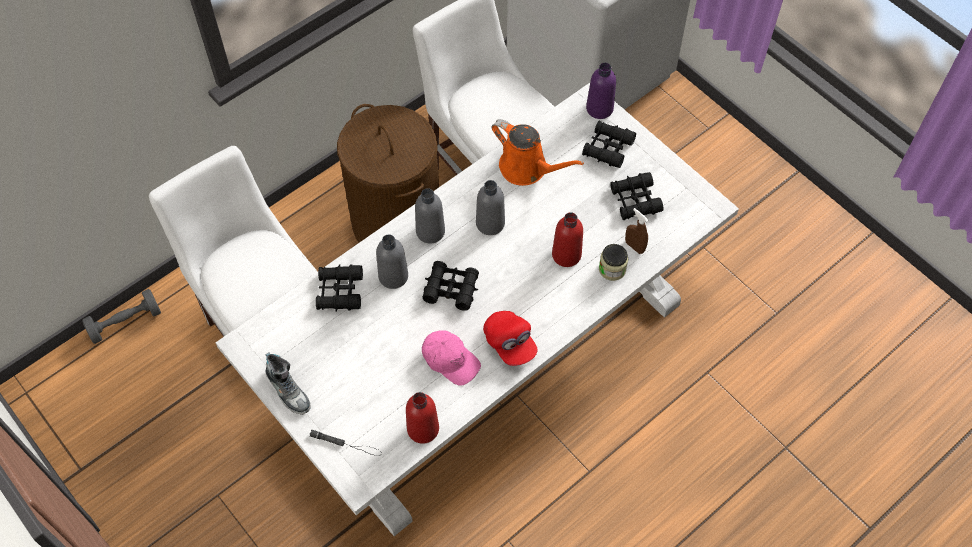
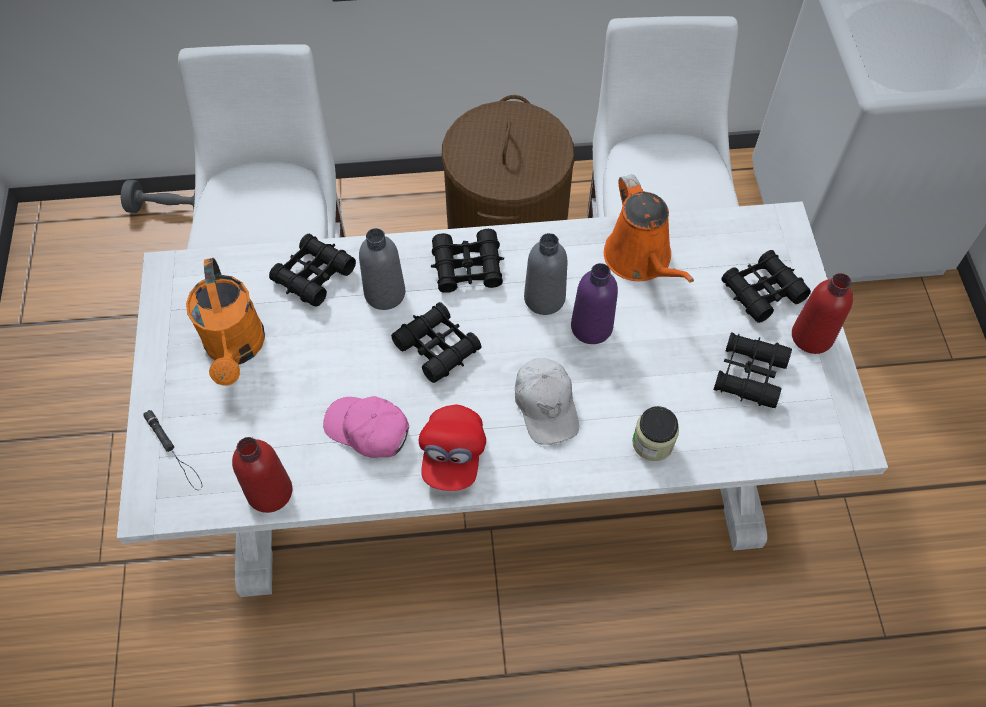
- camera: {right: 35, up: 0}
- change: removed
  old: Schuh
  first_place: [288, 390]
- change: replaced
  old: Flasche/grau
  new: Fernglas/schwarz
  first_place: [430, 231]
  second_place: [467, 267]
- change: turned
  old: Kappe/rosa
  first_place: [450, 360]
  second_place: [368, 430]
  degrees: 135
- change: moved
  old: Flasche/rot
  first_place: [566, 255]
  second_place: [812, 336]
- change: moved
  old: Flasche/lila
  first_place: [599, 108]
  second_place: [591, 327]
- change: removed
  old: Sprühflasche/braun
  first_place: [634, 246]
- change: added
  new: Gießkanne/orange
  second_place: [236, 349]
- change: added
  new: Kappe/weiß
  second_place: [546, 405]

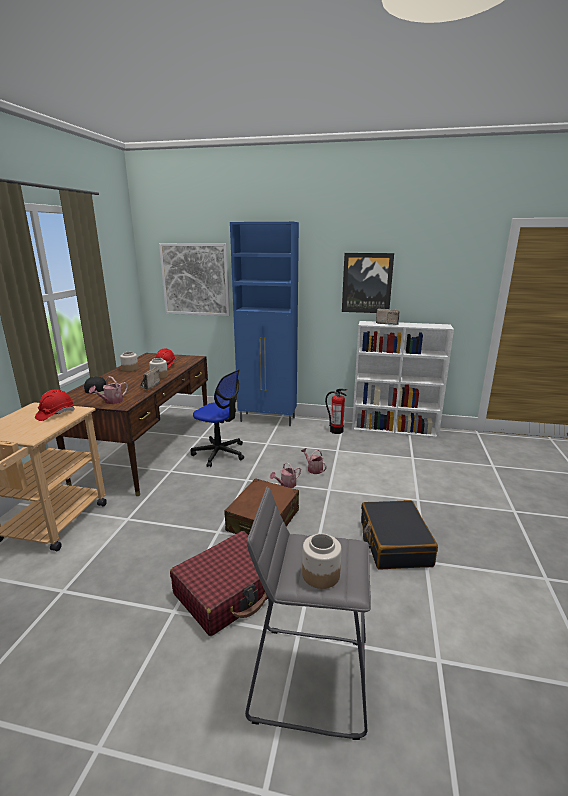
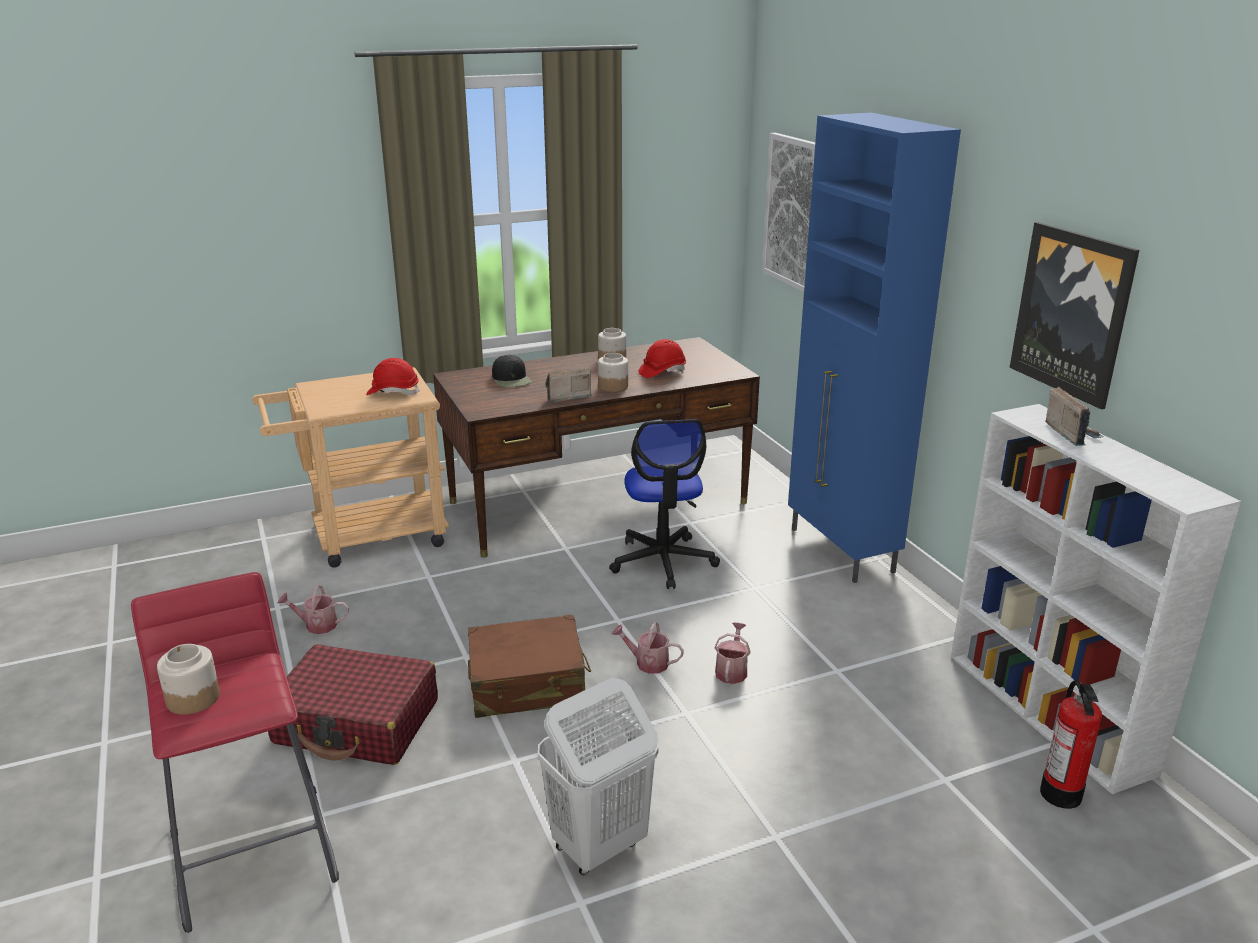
- camera: {right: 55, up: 5}
- change: moved
  old: Gießkanne
  first_place: [111, 401]
  second_place: [316, 625]
- change: recoloured
  old: Hocker/grau
  new: Hocker/rot
  first_place: [308, 677]
  second_place: [255, 852]
- change: moved
  old: Feuerlöscher
  first_place: [336, 431]
  second_place: [1061, 794]
- change: replaced
  old: Koffer/schwarz
  new: Wäschekorb/weiß
  first_place: [394, 543]
  second_place: [598, 846]

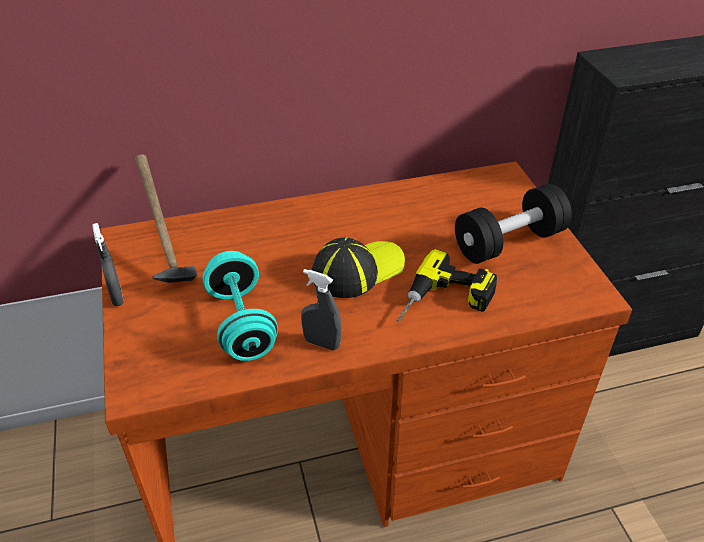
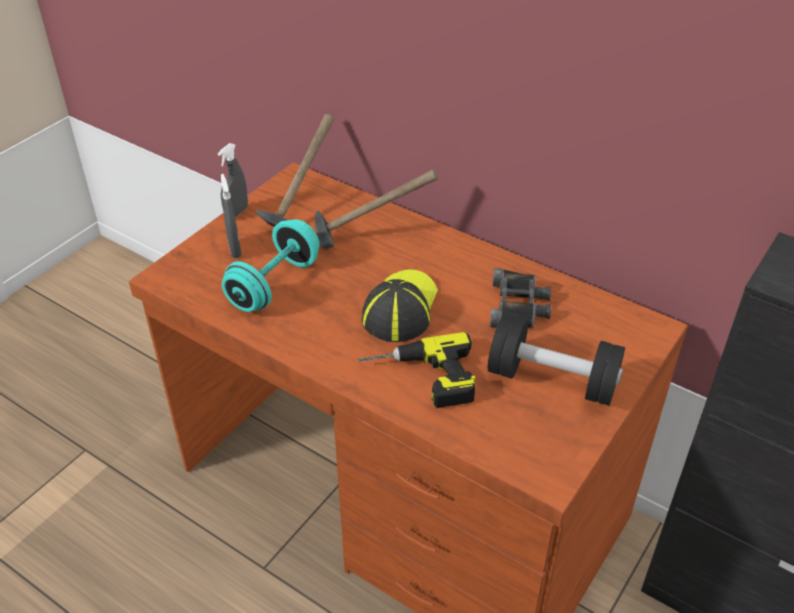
- camera: {right: 50, up: 0}
- change: moved
  old: Sprühflasche/grau
  first_place: [322, 343]
  second_place: [234, 249]
- change: turned
  old: Kappe
  first_place: [357, 270]
  second_place: [400, 308]
  degrees: -90
- change: added
  new: Hammer
  second_place: [369, 237]
- change: added
  new: Fernglas/schwarz
  second_place: [518, 306]

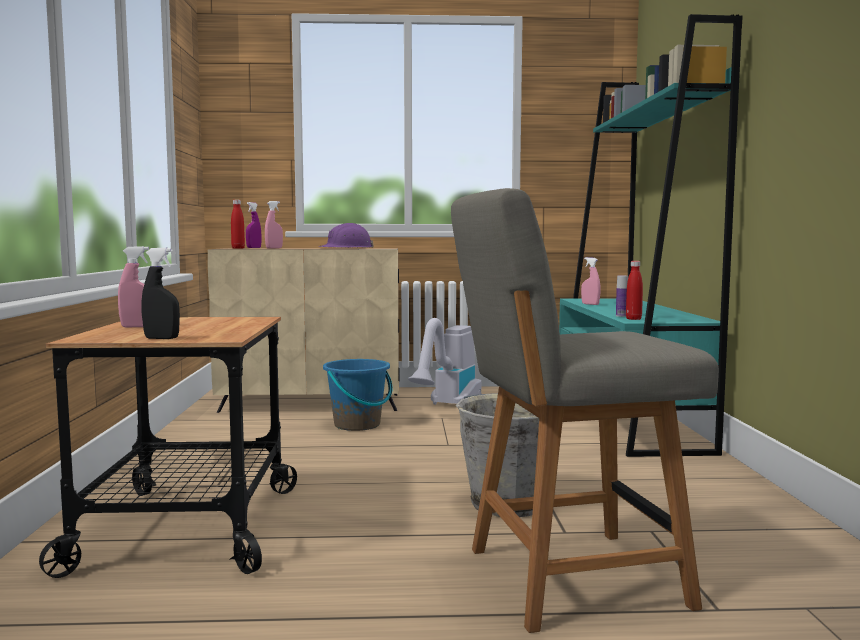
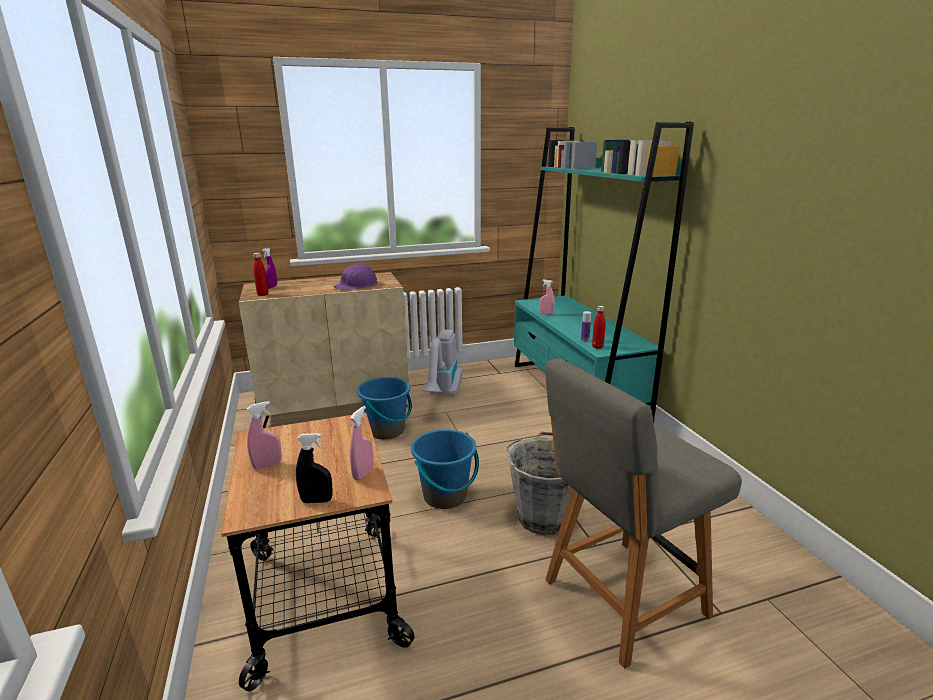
- camera: {right: -15, up: 15}
- change: moved
  old: Sprühflasche/rosa
  first_place: [274, 248]
  second_place: [363, 473]
- change: added
  new: Eimer/blau
  second_place: [445, 496]

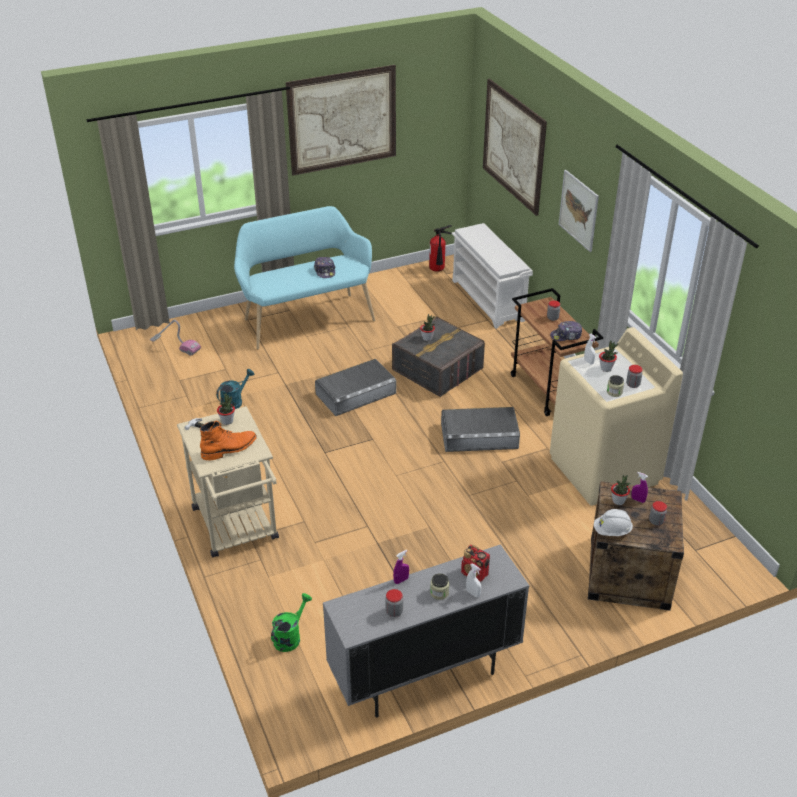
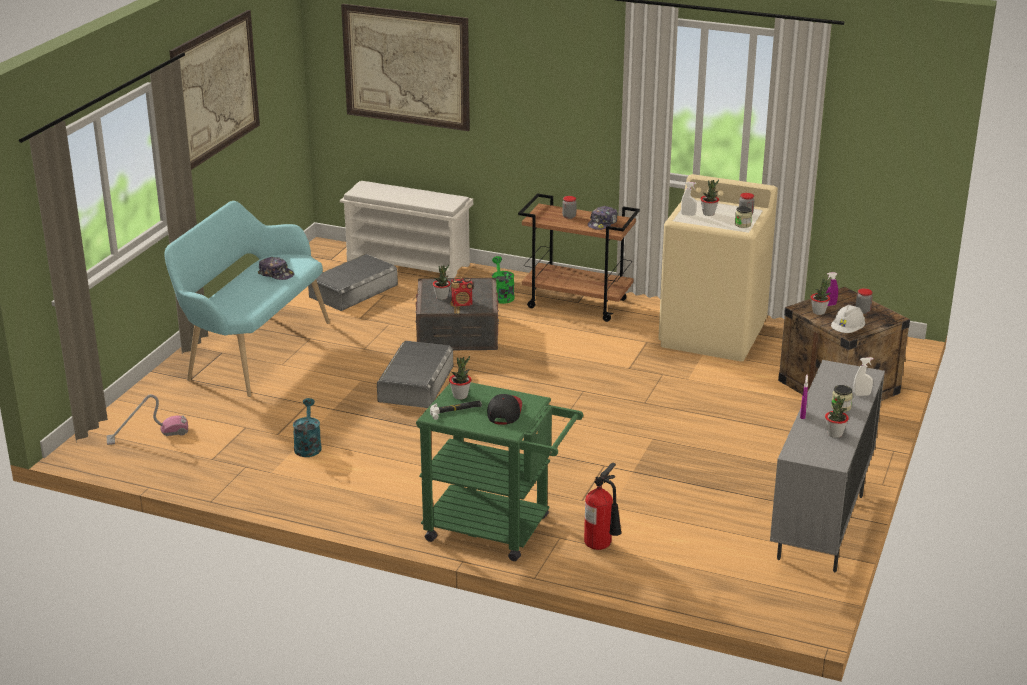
- camera: {right: -45, up: -10}
- change: recoloured
  old: Rollwagen/beige
  new: Rollwagen/grün
  first_place: [237, 529]
  second_place: [498, 530]
- change: replaced
  old: Stiefel/orange
  new: Kappe
  first_place: [229, 449]
  second_place: [504, 411]
- change: moved
  old: Gießkanne/grün
  first_place: [290, 636]
  second_place: [501, 295]
- change: replaced
  old: Vorratsglas
  new: Topfpflanze
  first_place: [394, 611]
  second_place: [834, 434]
- change: moved
  old: Feuerlöscher
  first_place: [438, 270]
  second_place: [602, 546]
- change: moved
  old: Aufbewahrungsbox/grau
  first_place: [479, 435]
  second_place: [353, 290]
- change: moved
  old: Radio
  first_place: [475, 574]
  second_place: [462, 303]
- change: removed
  old: Bild
  first_place: [578, 210]

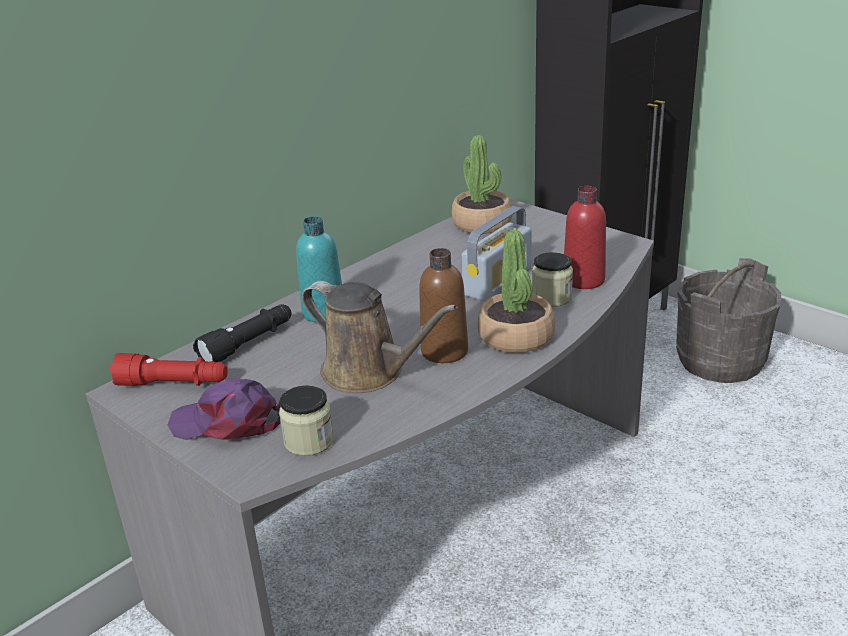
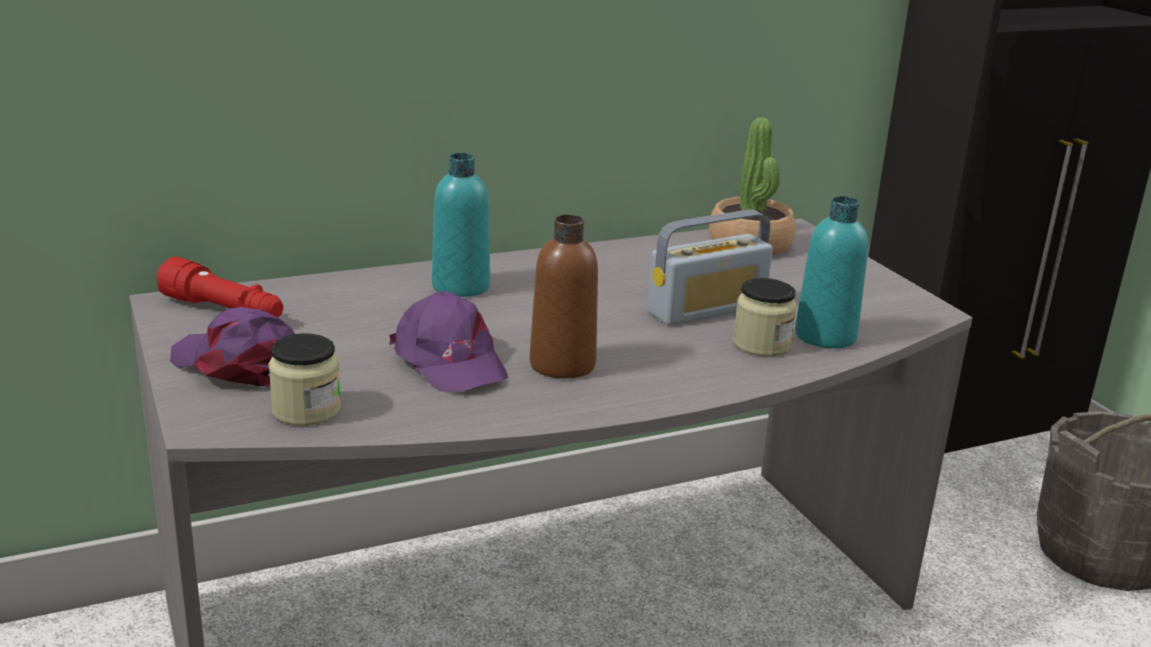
- camera: {right: 20, up: -5}
- change: removed
  old: Taschenlampe/schwarz
  first_place: [248, 344]
- change: replaced
  old: Gießkanne/braun
  new: Kappe/lila
  first_place: [369, 373]
  second_place: [448, 361]
- change: removed
  old: Topfpflanze
  first_place: [516, 337]
- change: recoloured
  old: Flasche/rot
  new: Flasche/türkis
  first_place: [583, 280]
  second_place: [825, 336]

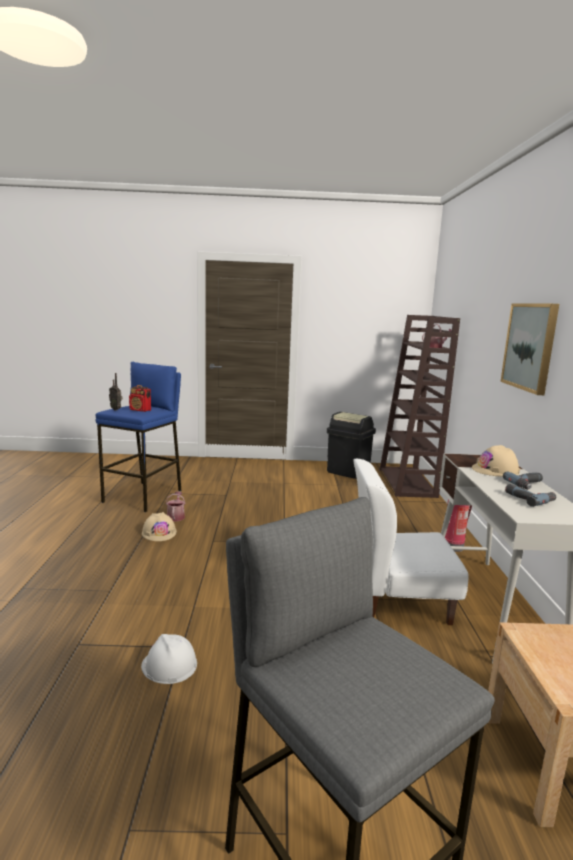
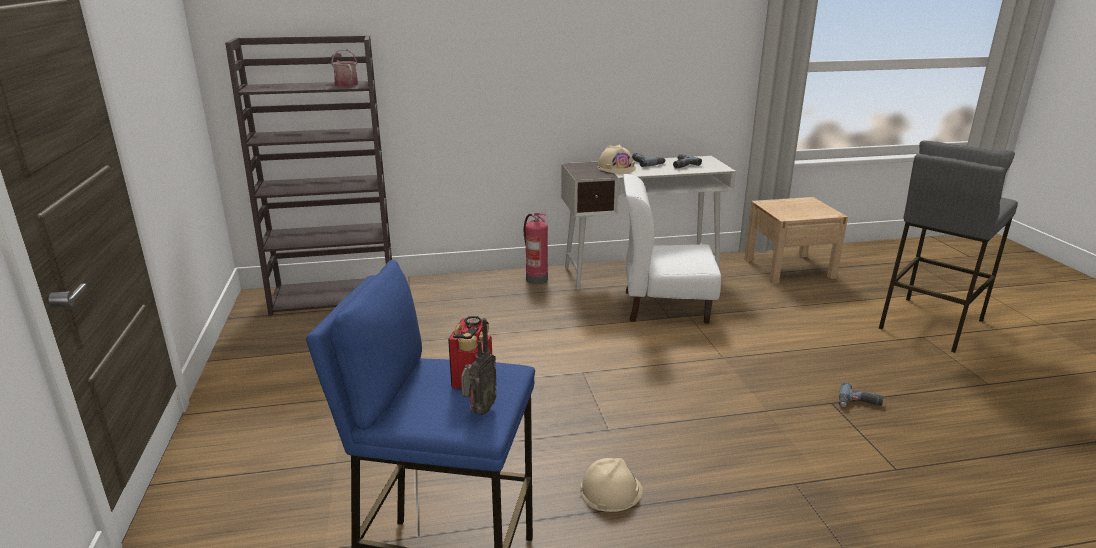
- camera: {right: -100, up: 10}
- change: replaced
  old: Schutzhelm/weiß
  new: Bohrmaschine
  first_place: [169, 665]
  second_place: [859, 404]
- change: removed
  old: Gießkanne
  first_place: [176, 516]
- change: removed
  old: Mülleimer/schwarz
  first_place: [348, 471]
- change: turned
  old: Stuhl/weiß
  first_place: [398, 601]
  second_place: [664, 306]
  degrees: 105
- change: removed
  old: Bild
  first_place: [530, 346]

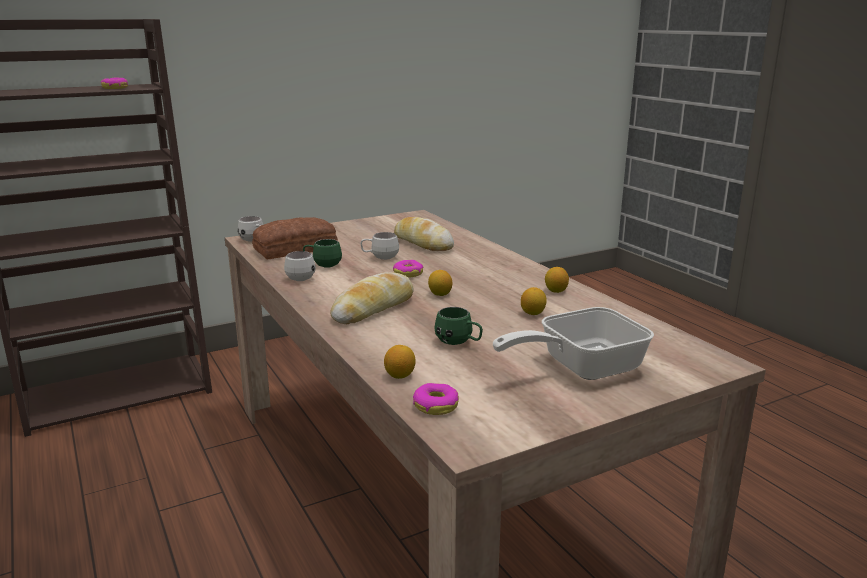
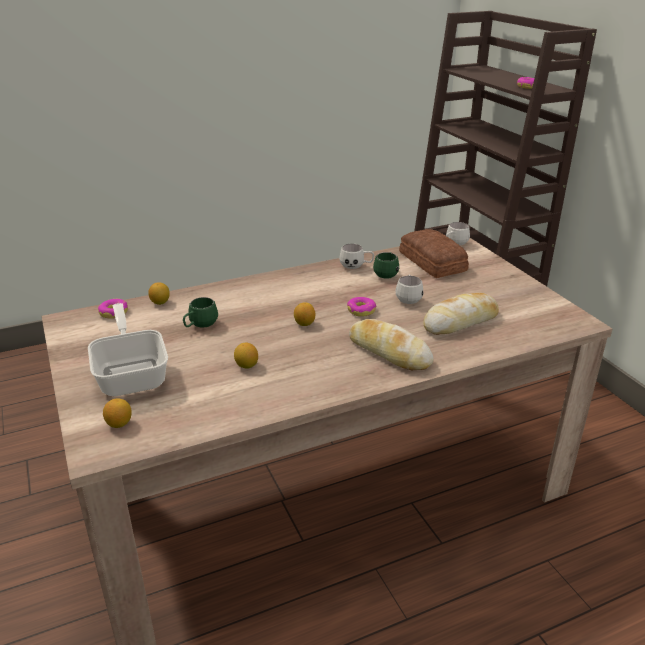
- camera: {right: 95, up: 10}
- change: moved
  old: Brot
  first_place: [373, 308]
  second_place: [389, 352]
- change: moved
  old: Zitrone
  first_place: [555, 291]
  second_place: [119, 423]

